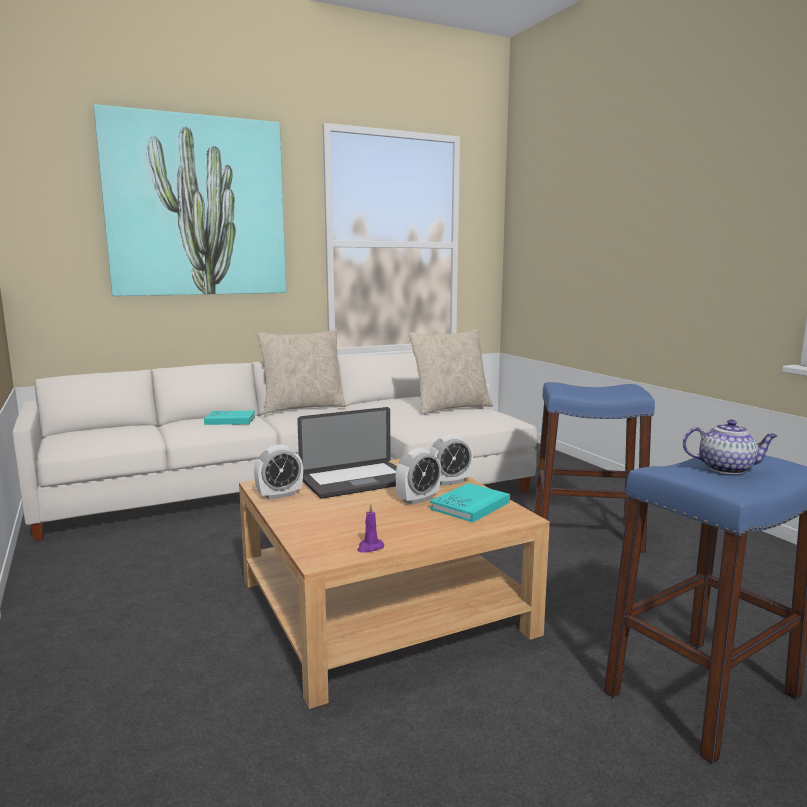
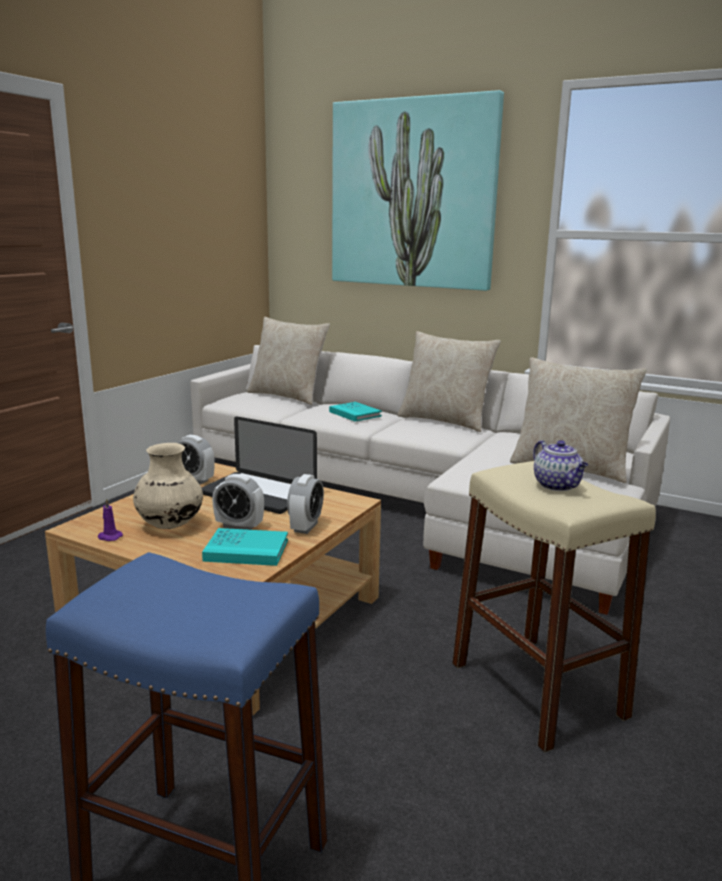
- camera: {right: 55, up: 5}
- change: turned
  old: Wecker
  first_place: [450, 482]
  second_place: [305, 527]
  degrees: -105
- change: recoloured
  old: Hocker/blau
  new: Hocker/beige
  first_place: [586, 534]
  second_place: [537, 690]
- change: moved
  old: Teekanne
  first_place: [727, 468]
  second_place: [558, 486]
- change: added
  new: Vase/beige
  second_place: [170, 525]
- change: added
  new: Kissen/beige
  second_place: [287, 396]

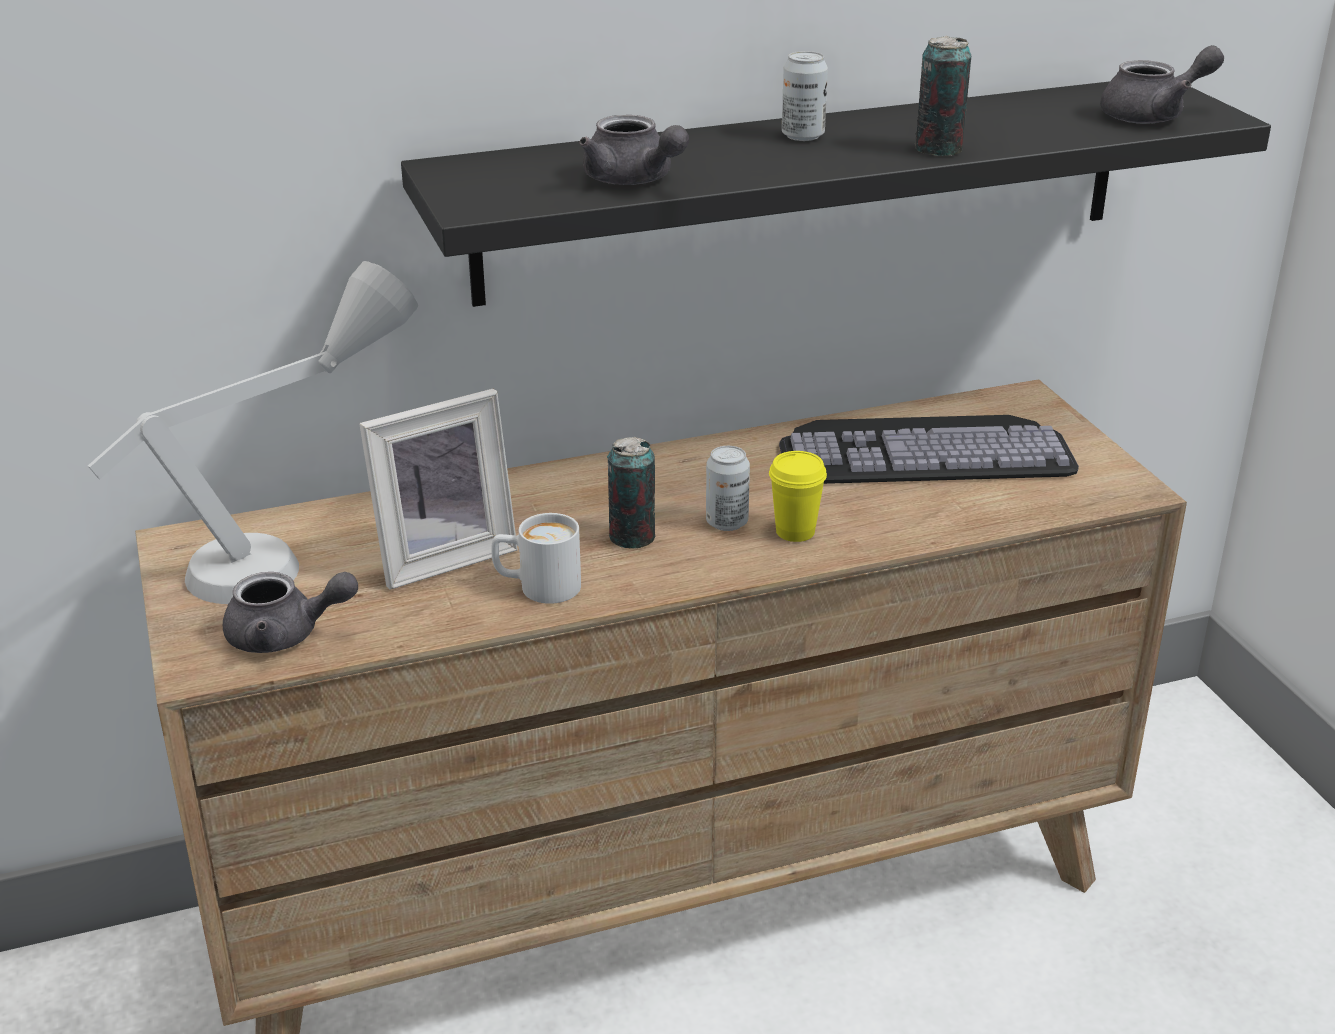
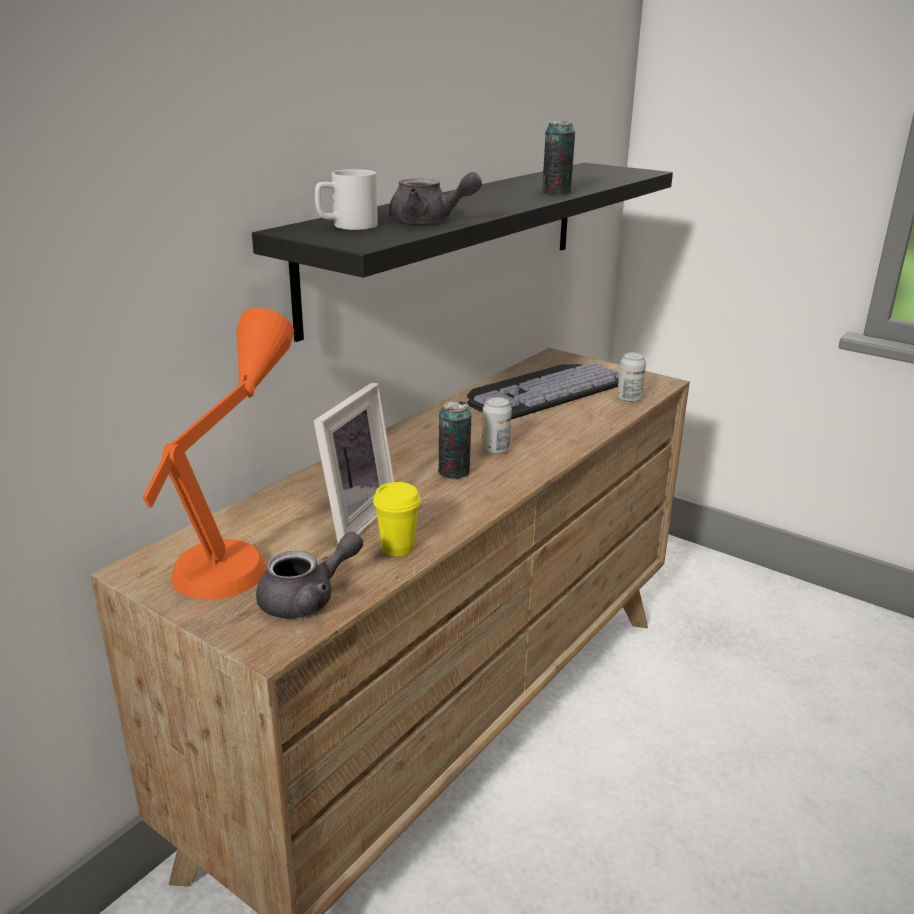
- camera: {right: -35, up: -5}
- change: recoloured
  old: Tischlampe/grau
  new: Tischlampe/orange
  first_place: [293, 550]
  second_place: [239, 547]
- change: moved
  old: Henkelbecher/weiß
  first_place: [537, 587]
  second_place: [346, 226]
- change: moved
  old: Tasse/gelb
  first_place: [795, 532]
  second_place: [397, 548]
- change: moved
  old: Dose
  first_place: [803, 136]
  second_place: [629, 399]
- change: removed
  old: Teekanne/grau
  first_place: [1154, 116]

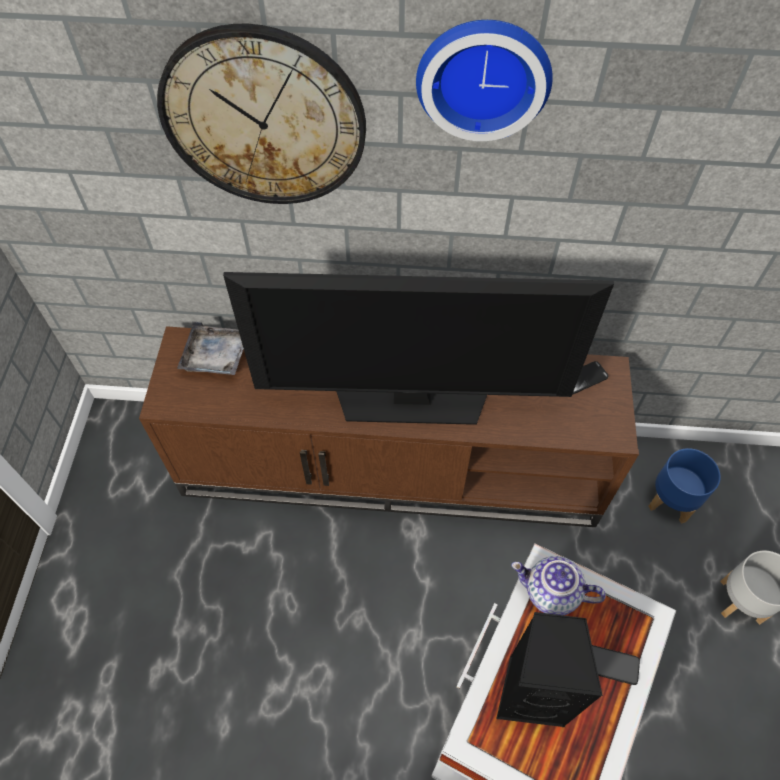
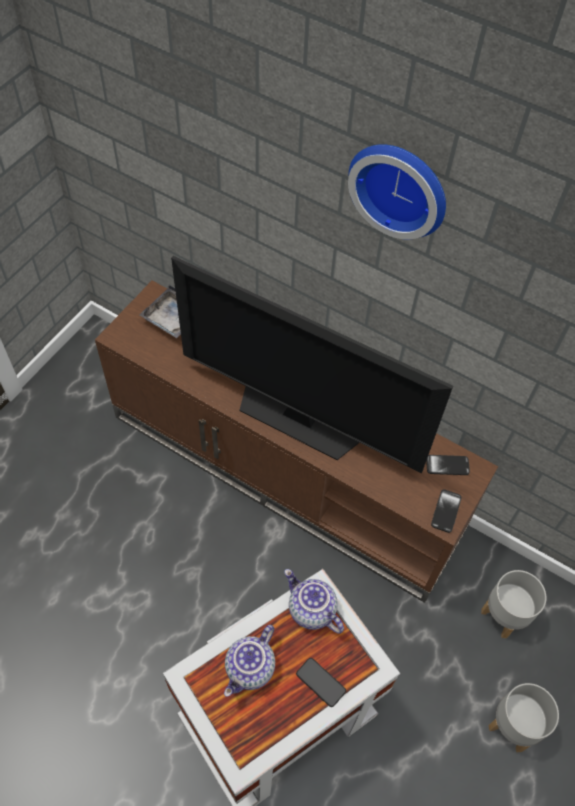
- camera: {right: 25, up: 0}
- change: removed
  old: Wanduhr
  first_place: [264, 119]
- change: replaced
  old: Lautsprecher/schwarz
  new: Teekanne
  first_place: [531, 691]
  second_place: [251, 669]
- change: recoloured
  old: Pflanzkübel/blau
  new: Pflanzkübel/grau
  first_place: [672, 501]
  second_place: [505, 616]
- change: added
  new: Handy
  second_place: [446, 511]

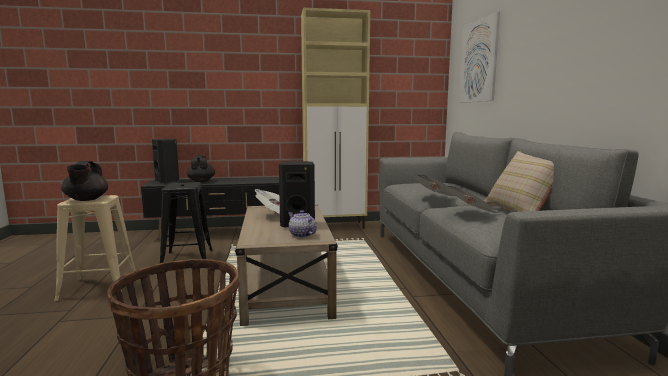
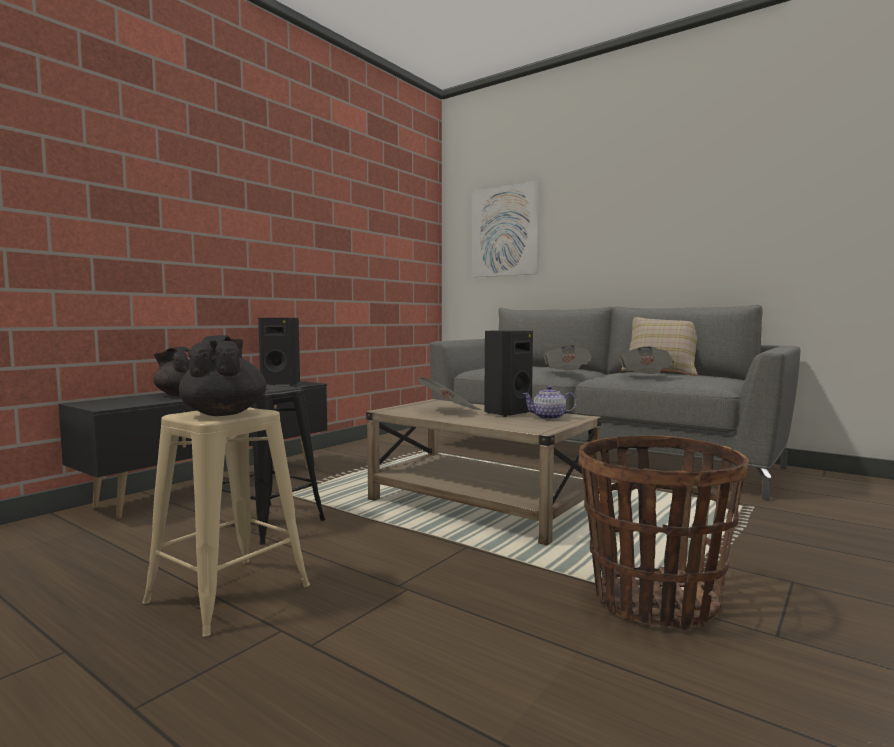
- camera: {right: -45, up: -5}
- change: turned
  old: Teekanne/schwarz
  first_place: [86, 199]
  second_place: [224, 413]
  degrees: -135
- change: moved
  old: Lautsprecher/schwarz
  first_place: [167, 181]
  second_place: [282, 384]
- change: removed
  old: Schrank/beige
  first_place: [335, 226]

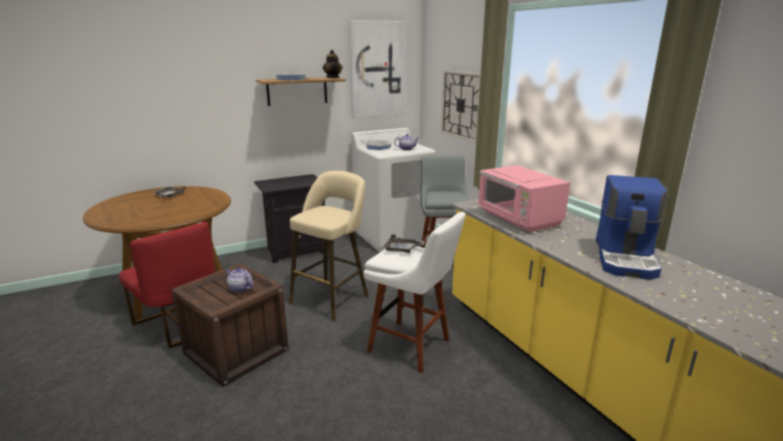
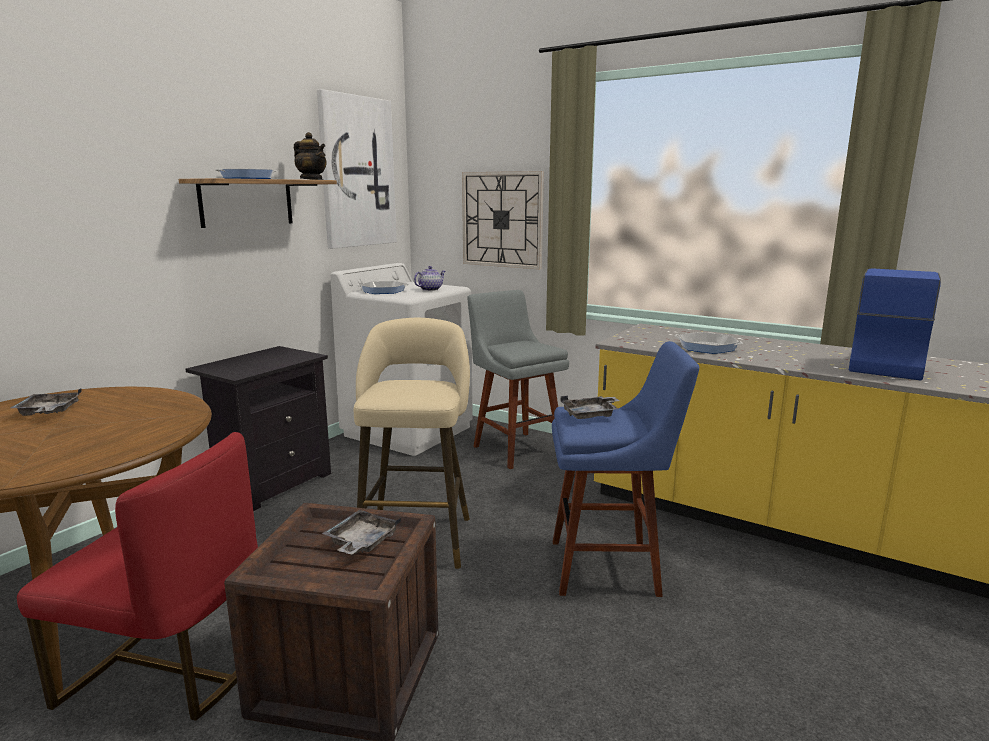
- camera: {right: -30, up: -5}
- change: replaced
  old: Teekanne
  new: Tablett/grau
  first_place: [240, 289]
  second_place: [361, 542]
- change: recoloured
  old: Hocker/weiß
  new: Hocker/blau
  first_place: [413, 347]
  second_place: [611, 567]
- change: replaced
  old: Mikrowelle/rosa
  new: Pfanne
  first_place: [518, 219]
  second_place: [707, 347]
- change: turned
  old: Kaffeemaschine
  first_place: [626, 258]
  second_place: [884, 364]
  degrees: -135

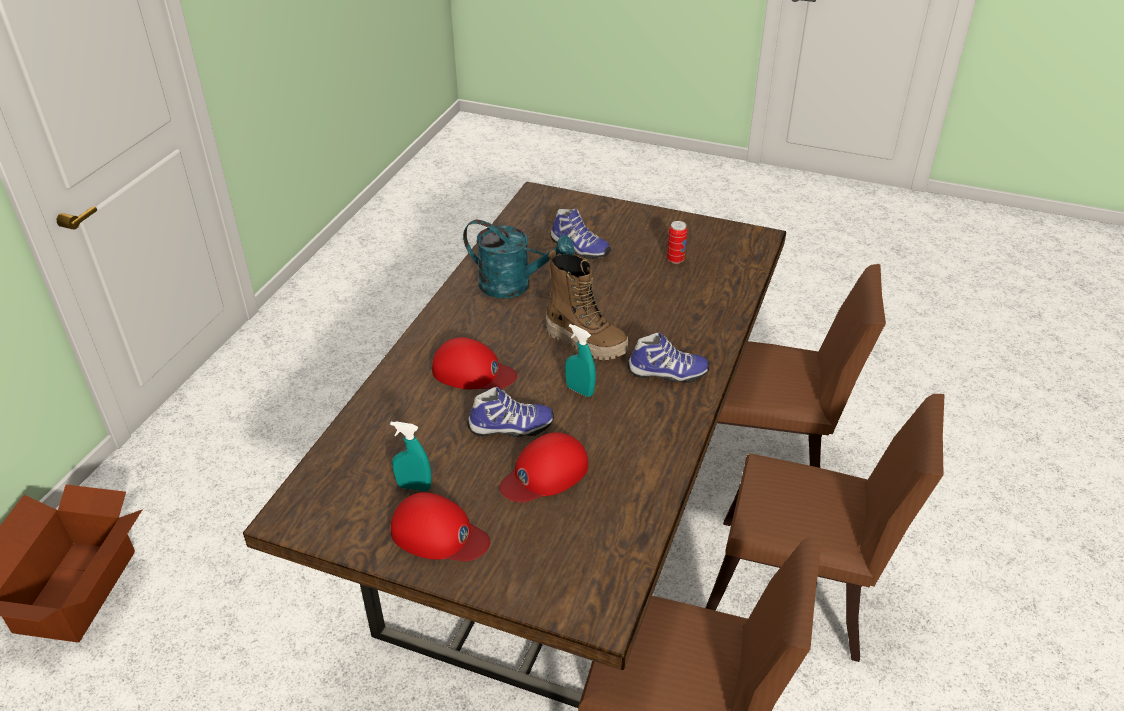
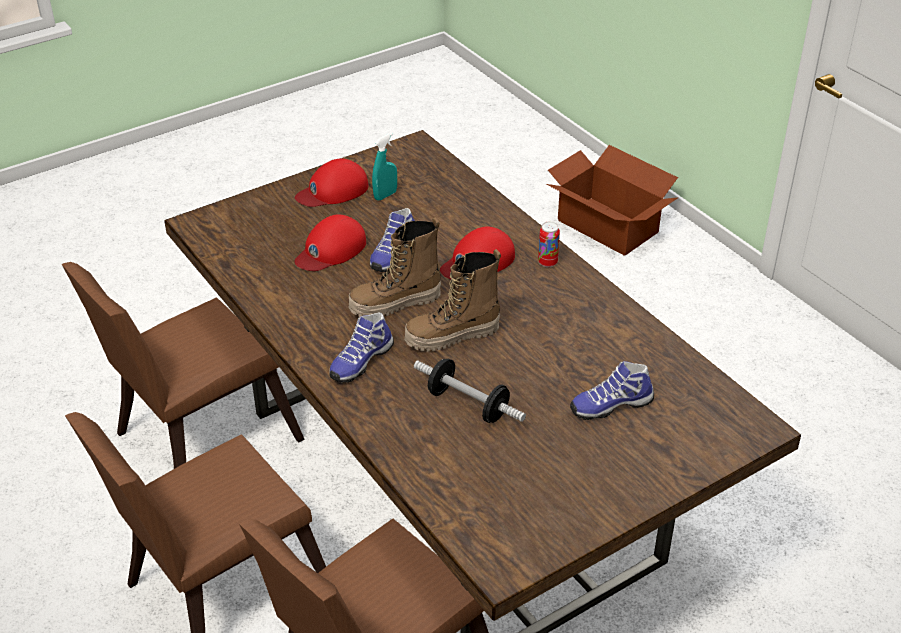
- camera: {right: 125, up: 0}
- change: removed
  old: Gießkanne/türkis
  first_place: [514, 285]
- change: turned
  old: Kappe/rot
  first_place: [545, 473]
  second_place: [330, 250]
  degrees: -135
- change: replaced
  old: Sprühflasche/türkis
  new: Stiefel
  first_place: [580, 390]
  second_place: [395, 304]
- change: moved
  old: Dose
  first_place: [675, 259]
  second_place: [547, 262]
- change: added
  new: Hantel
  second_place: [468, 404]

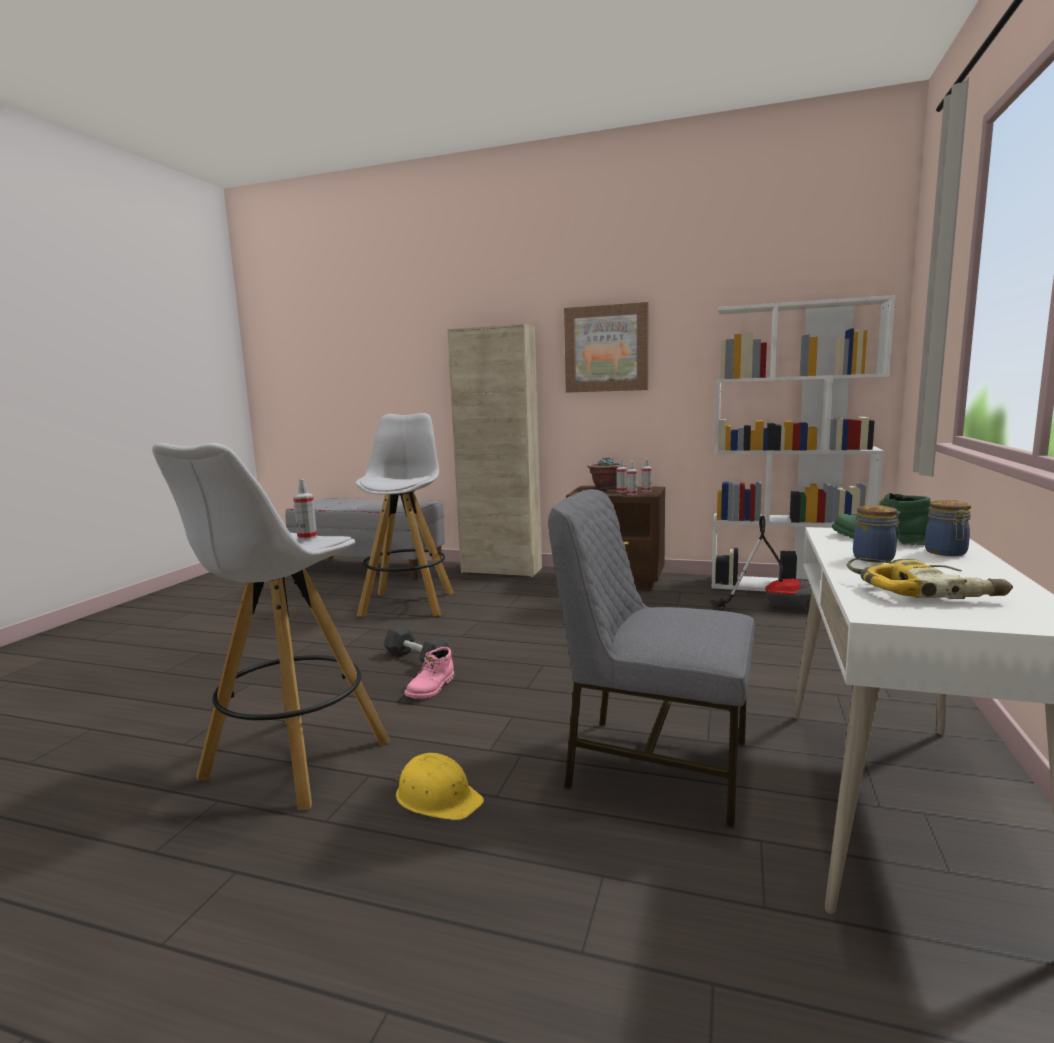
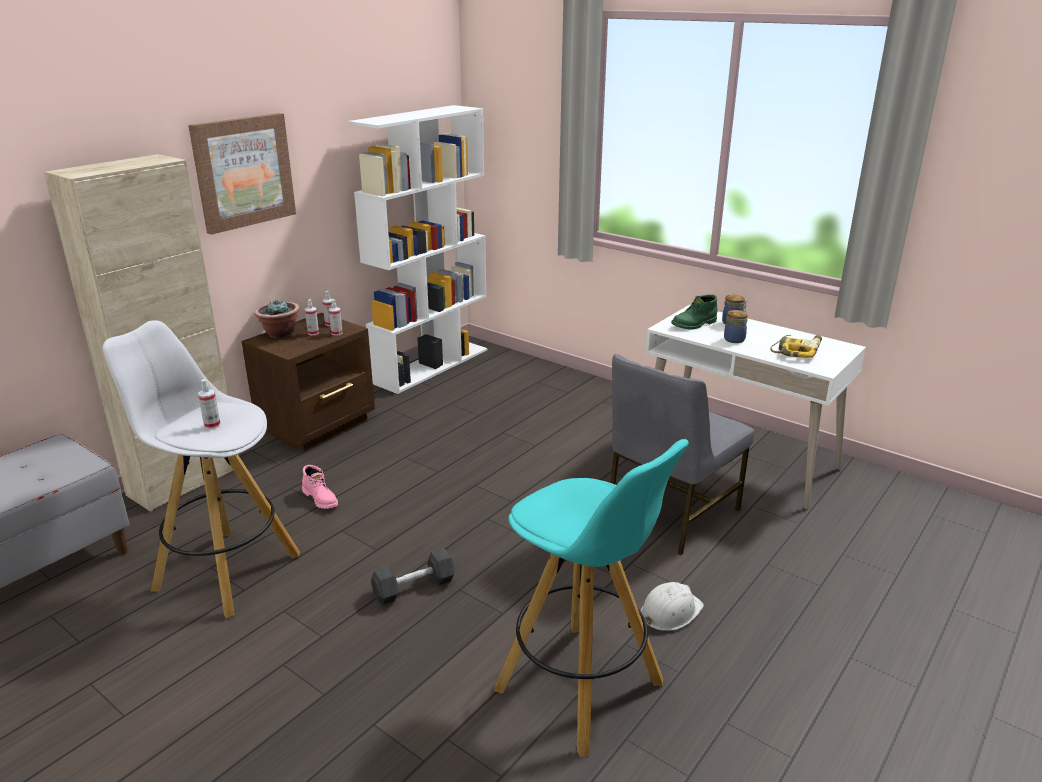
- camera: {right: -70, up: 15}
- change: recoloured
  old: Hocker/weiß
  new: Hocker/türkis
  first_place: [294, 762]
  second_place: [582, 688]
- change: moved
  old: Sprühflasche
  first_place: [307, 537]
  second_place: [212, 425]
- change: recoloured
  old: Schutzhelm/gelb
  new: Schutzhelm/weiß
  first_place: [438, 797]
  second_place: [670, 612]
- change: moved
  old: Stiefel/rosa
  first_place: [431, 689]
  second_place: [321, 499]
- change: removed
  old: Staubsauger
  first_place: [777, 606]

